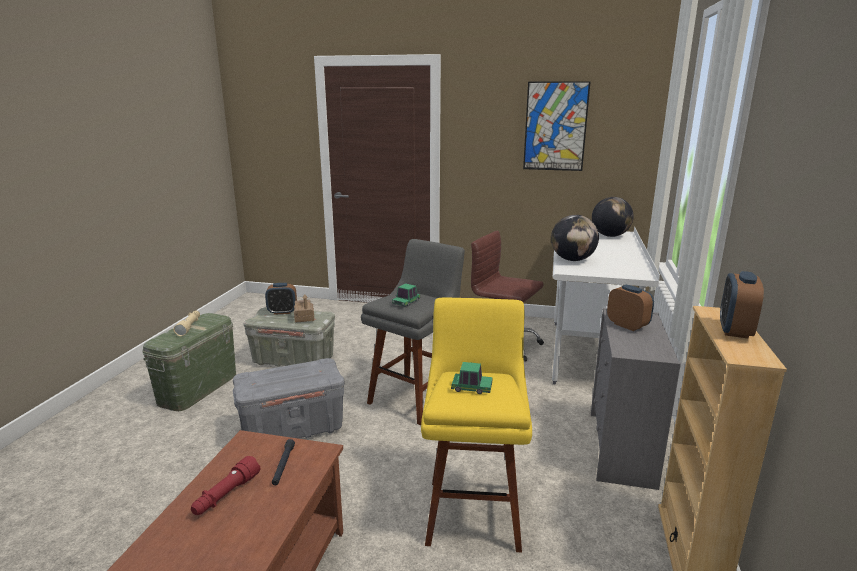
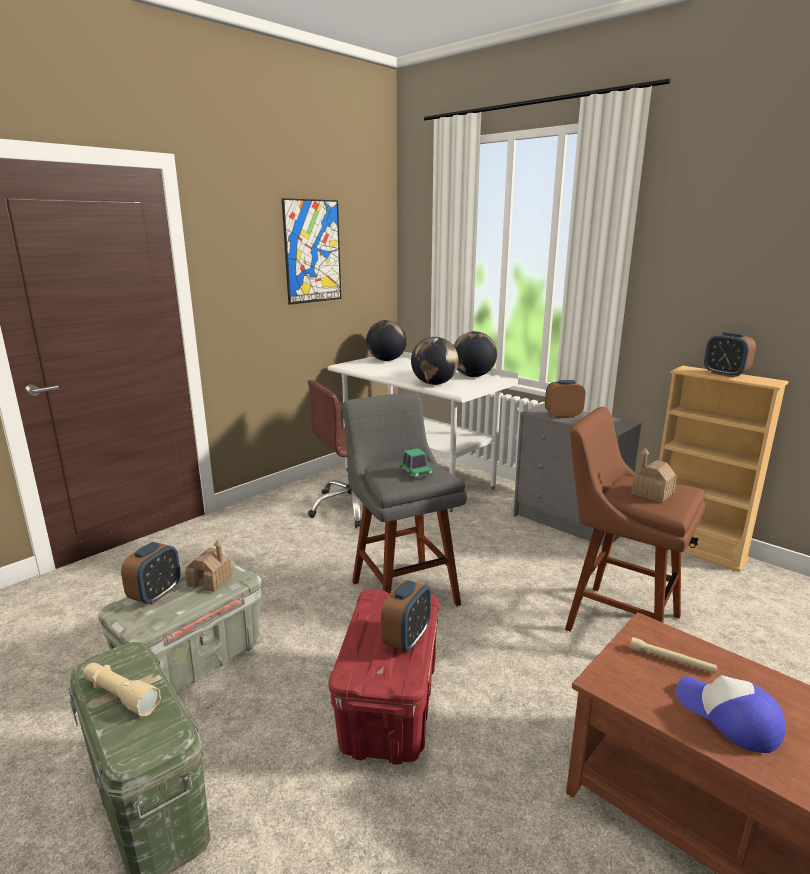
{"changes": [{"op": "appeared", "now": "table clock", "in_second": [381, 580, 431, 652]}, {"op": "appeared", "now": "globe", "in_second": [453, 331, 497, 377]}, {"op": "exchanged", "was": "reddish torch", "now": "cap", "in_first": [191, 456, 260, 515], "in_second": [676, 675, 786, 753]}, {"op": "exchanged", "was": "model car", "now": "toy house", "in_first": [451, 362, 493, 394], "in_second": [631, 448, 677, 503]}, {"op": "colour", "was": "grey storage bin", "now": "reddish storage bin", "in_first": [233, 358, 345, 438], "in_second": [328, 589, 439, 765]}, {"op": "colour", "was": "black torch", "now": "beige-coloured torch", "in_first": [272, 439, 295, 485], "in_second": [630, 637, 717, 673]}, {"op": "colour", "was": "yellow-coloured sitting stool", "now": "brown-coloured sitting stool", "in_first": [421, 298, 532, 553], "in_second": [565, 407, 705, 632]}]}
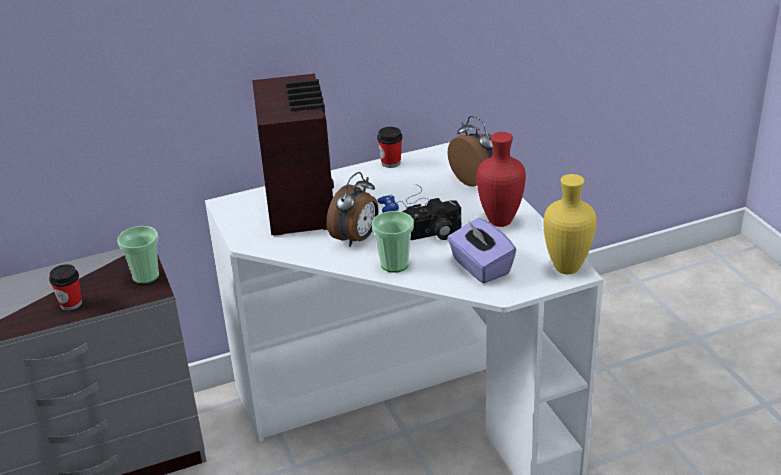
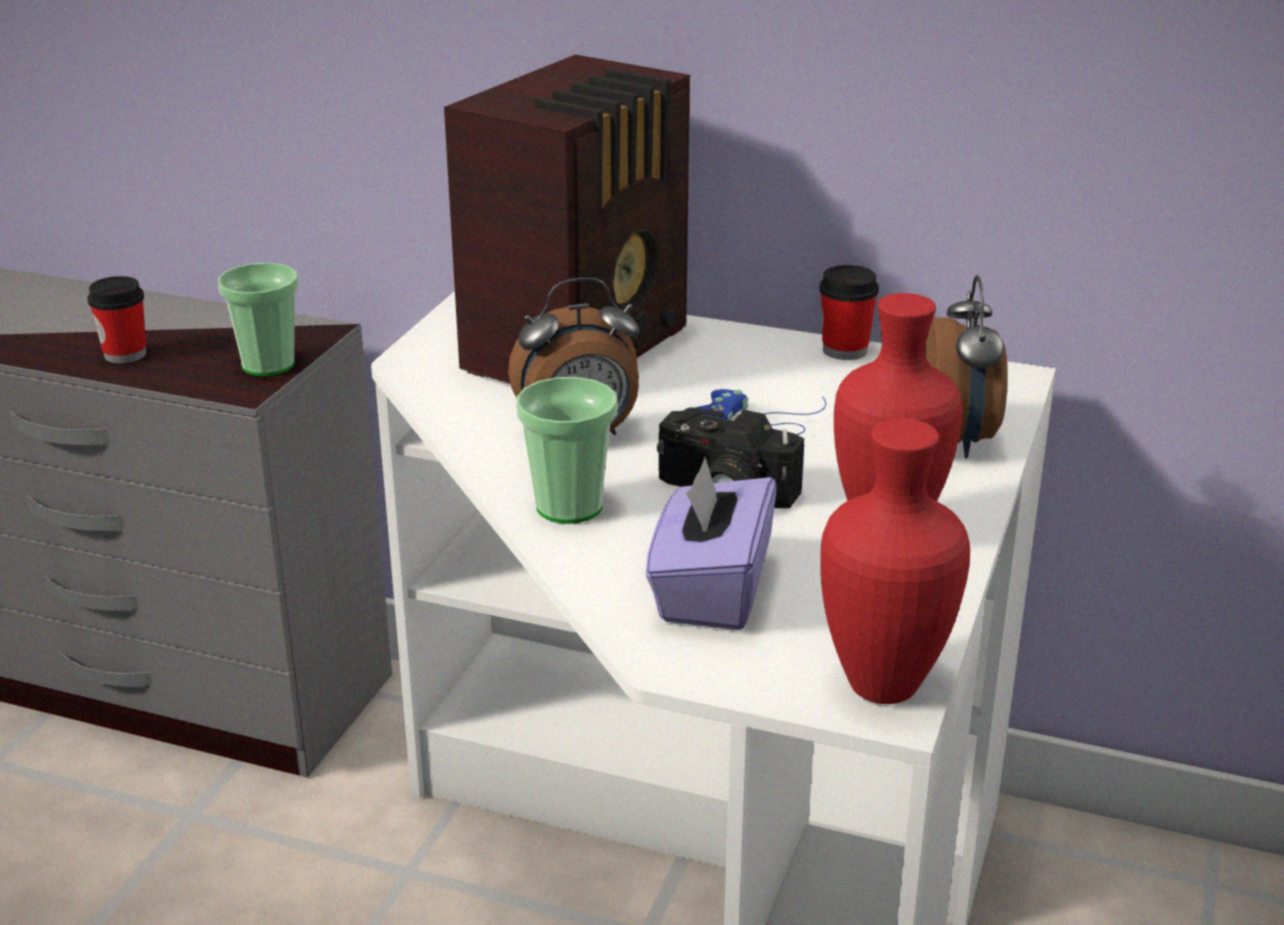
{"changes": [{"op": "colour", "was": "yellow-coloured flower vase", "now": "reddish flower vase", "in_first": [544, 174, 596, 274], "in_second": [820, 418, 970, 704]}]}
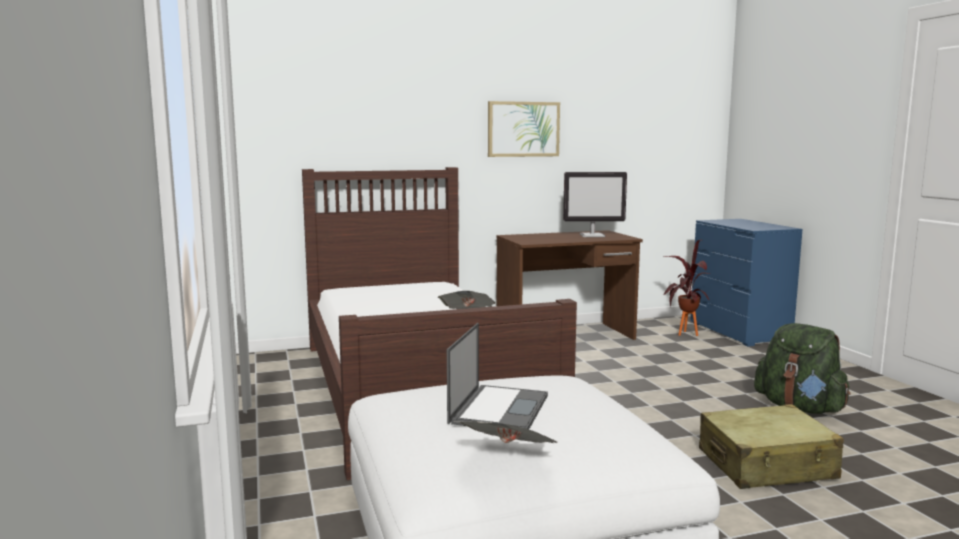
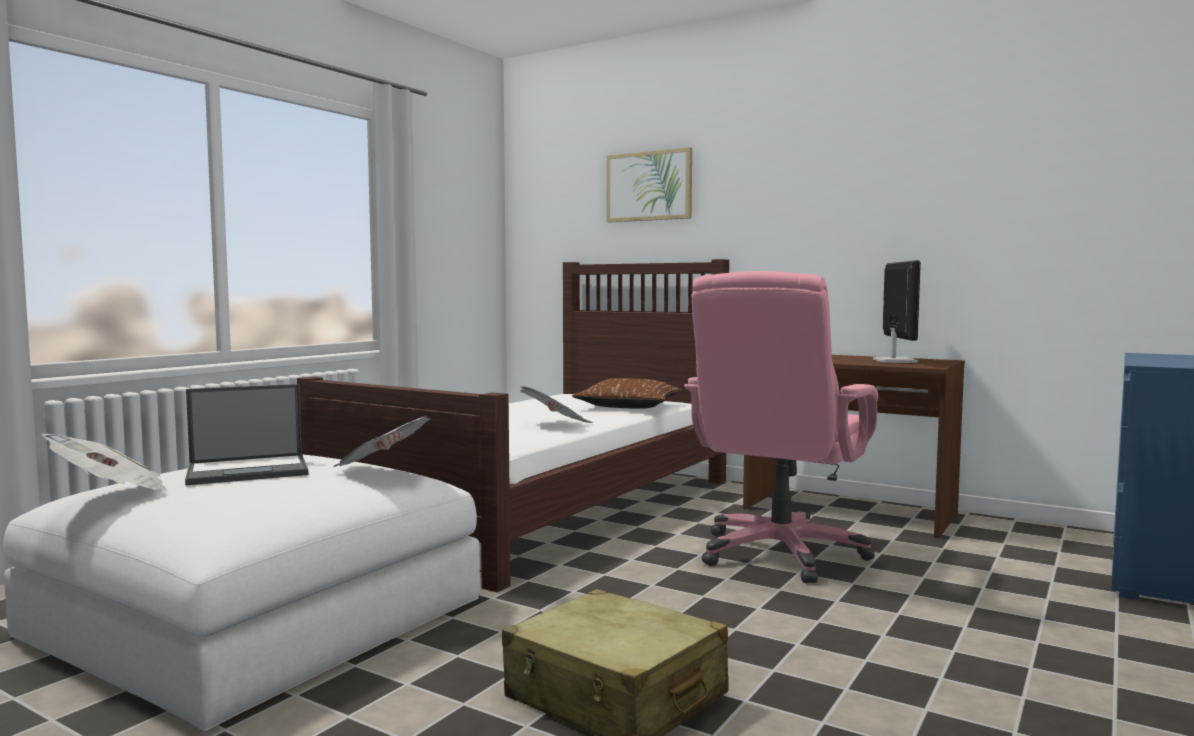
{"changes": [{"op": "missing", "was": "houseplant", "in_first": [663, 240, 710, 336]}, {"op": "missing", "was": "greenish rucksack", "in_first": [754, 323, 851, 414]}, {"op": "appeared", "now": "printed paper", "in_second": [333, 416, 430, 467]}, {"op": "appeared", "now": "brown-coloured cushion", "in_second": [572, 378, 681, 409]}, {"op": "appeared", "now": "pink-coloured computer chair", "in_second": [684, 271, 878, 583]}, {"op": "relocated", "was": "wall art", "in_first": [488, 101, 560, 157], "in_second": [607, 147, 692, 222]}, {"op": "spun", "was": "computer screen", "in_first": [563, 172, 627, 237], "in_second": [873, 260, 921, 363], "clockwise": -135}]}
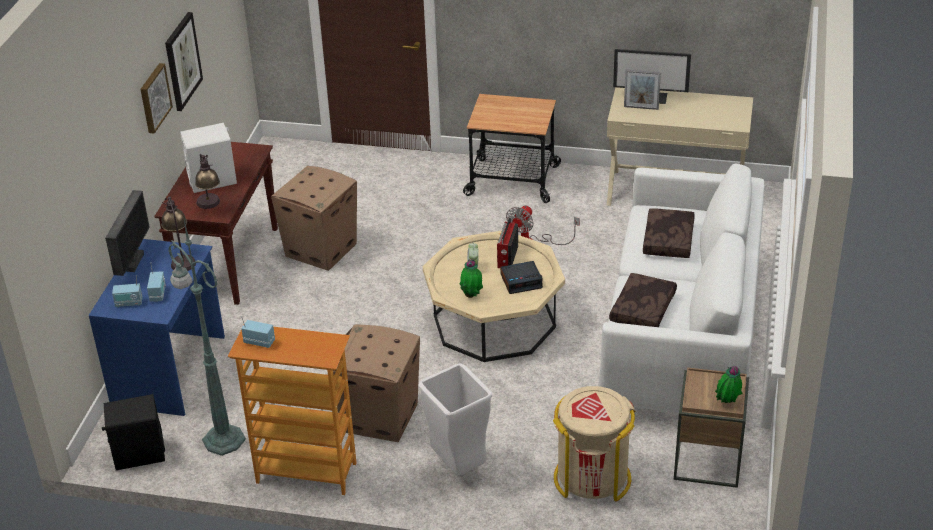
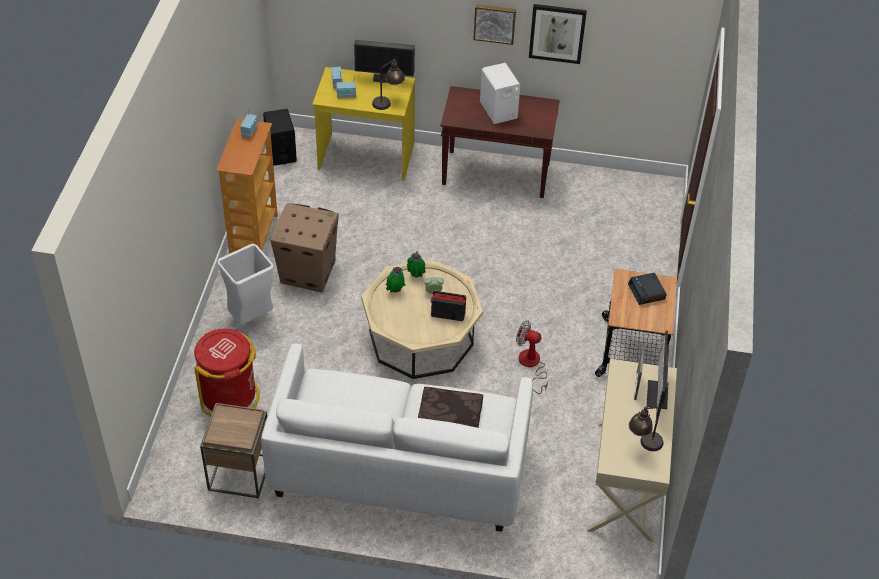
{"changes": [{"op": "missing", "was": "greenish floor lamp", "in_first": [168, 220, 246, 456]}, {"op": "missing", "was": "carton", "in_first": [271, 166, 357, 271]}, {"op": "missing", "was": "brown-coloured cushion", "in_first": [609, 273, 677, 327]}, {"op": "relocated", "was": "tabletop lamp", "in_first": [195, 154, 220, 209], "in_second": [628, 407, 664, 451]}, {"op": "relocated", "was": "table clock", "in_first": [500, 261, 543, 294], "in_second": [628, 273, 667, 305]}, {"op": "relocated", "was": "houseplant", "in_first": [715, 366, 743, 403], "in_second": [407, 251, 426, 278]}, {"op": "colour", "was": "blue-coloured desk table", "now": "yellow-coloured desk table", "in_first": [89, 239, 225, 416], "in_second": [312, 67, 415, 181]}, {"op": "colour", "was": "beige-coloured rubbish bin", "now": "reddish rubbish bin", "in_first": [553, 386, 635, 502], "in_second": [194, 328, 260, 417]}]}
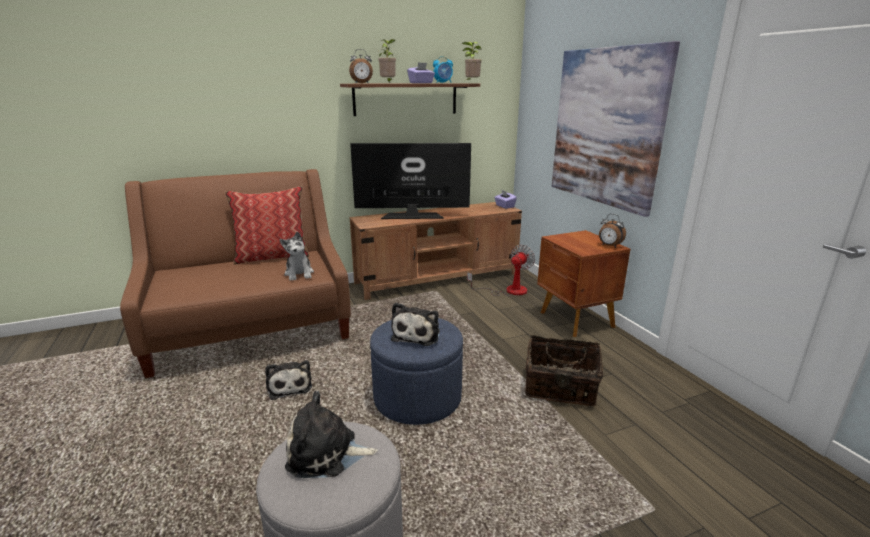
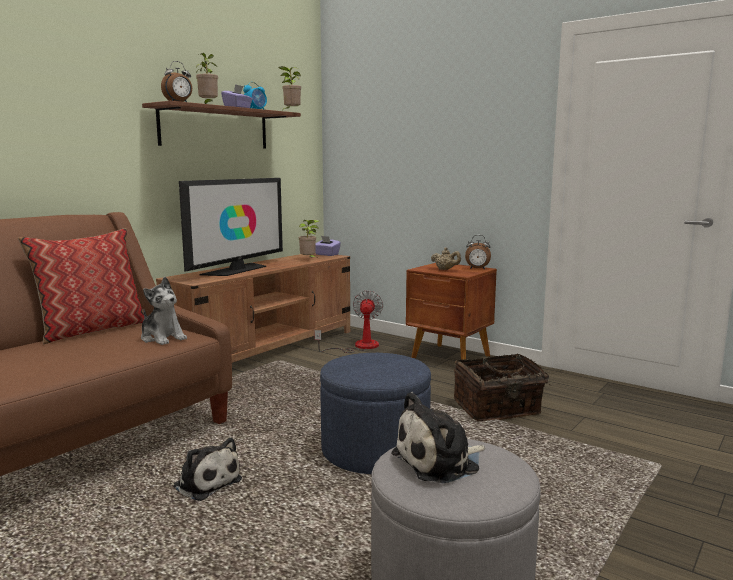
{"changes": [{"op": "missing", "was": "soft toy", "in_first": [391, 302, 440, 346]}, {"op": "missing", "was": "wall art", "in_first": [552, 41, 680, 217]}, {"op": "appeared", "now": "houseplant", "in_second": [299, 220, 319, 257]}, {"op": "appeared", "now": "beige-coloured teapot", "in_second": [431, 247, 461, 270]}, {"op": "spun", "was": "TV", "in_first": [350, 143, 471, 219], "in_second": [179, 178, 283, 276], "clockwise": 150}]}
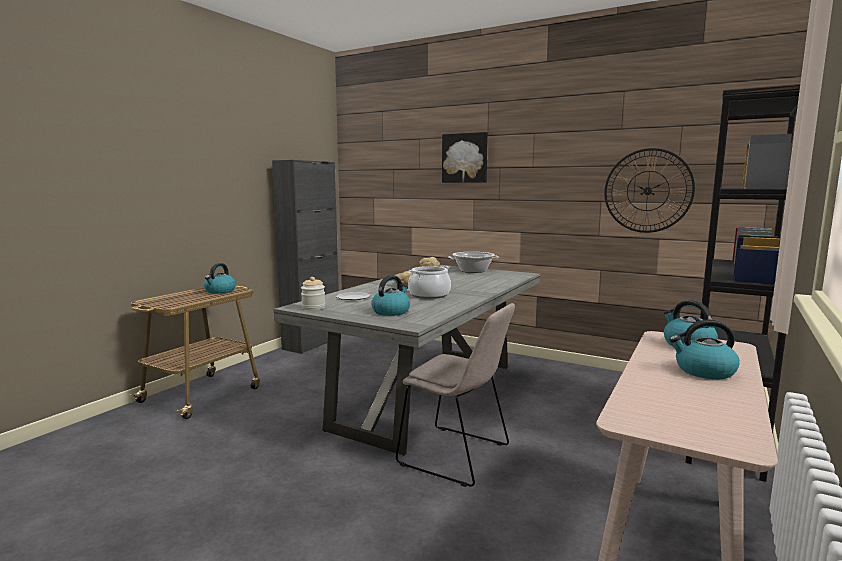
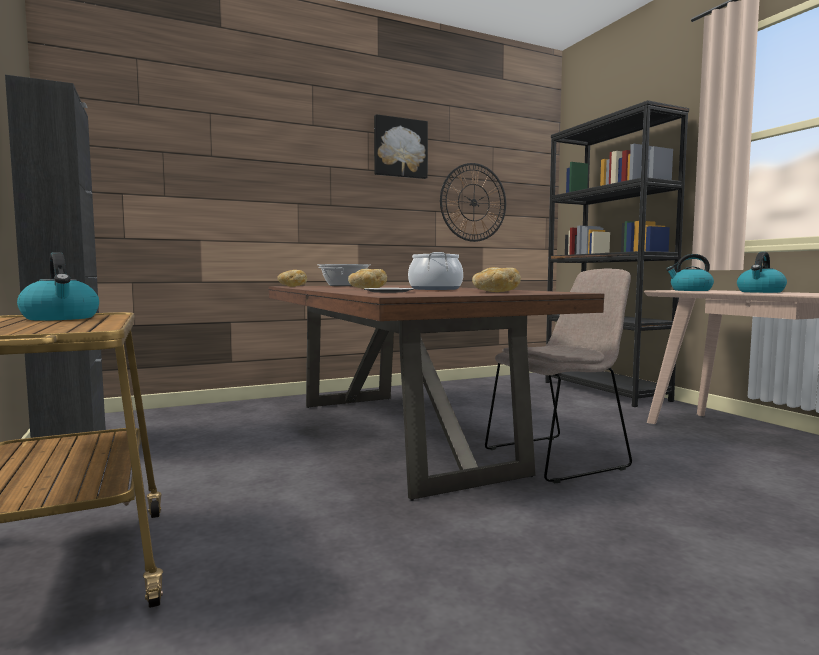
{"changes": [{"op": "missing", "was": "storage jar", "in_first": [301, 277, 325, 310]}, {"op": "relocated", "was": "wall art", "in_first": [442, 132, 488, 183], "in_second": [374, 114, 428, 179]}, {"op": "exchanged", "was": "water kettle", "now": "bakery bread", "in_first": [371, 275, 410, 316], "in_second": [472, 267, 521, 292]}, {"op": "colour", "was": "grey dining table", "now": "brown-coloured dining table", "in_first": [274, 265, 540, 456], "in_second": [269, 285, 604, 501]}]}
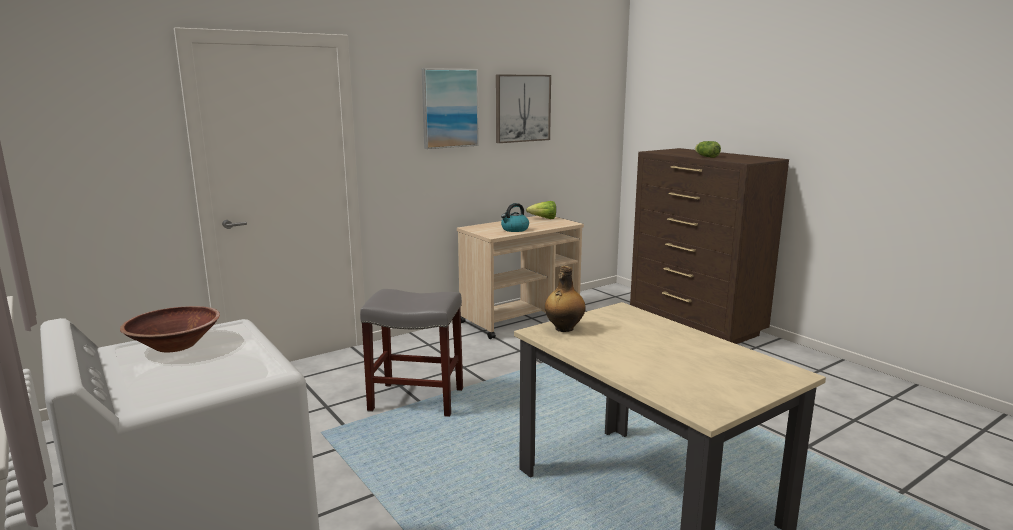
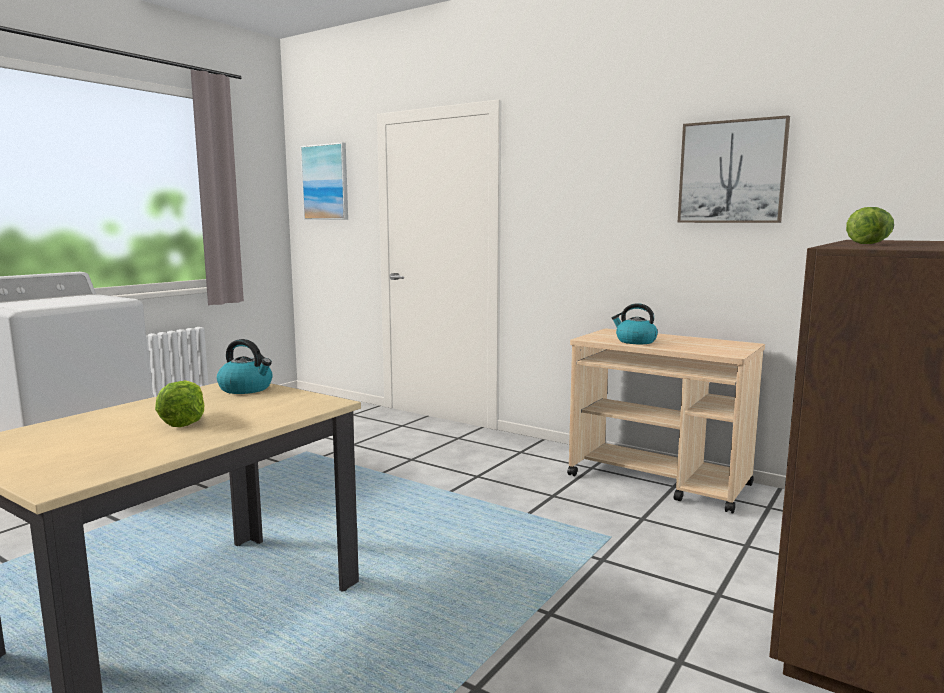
{"changes": [{"op": "missing", "was": "brown-coloured bowl", "in_first": [120, 306, 220, 352]}, {"op": "missing", "was": "grey sitting stool", "in_first": [360, 289, 463, 417]}, {"op": "relocated", "was": "wall art", "in_first": [422, 68, 479, 149], "in_second": [300, 142, 348, 220]}, {"op": "relocated", "was": "head of lettuce", "in_first": [526, 201, 556, 219], "in_second": [155, 380, 205, 427]}, {"op": "exchanged", "was": "beverage bottle", "now": "water kettle", "in_first": [545, 266, 586, 332], "in_second": [217, 339, 273, 394]}]}
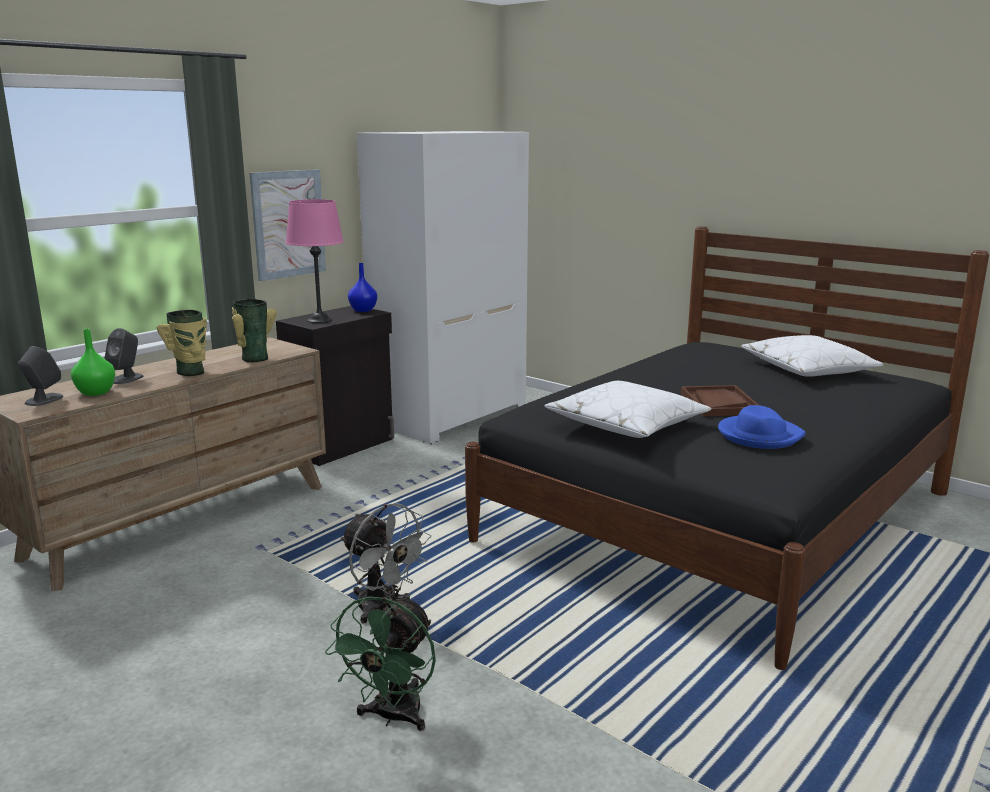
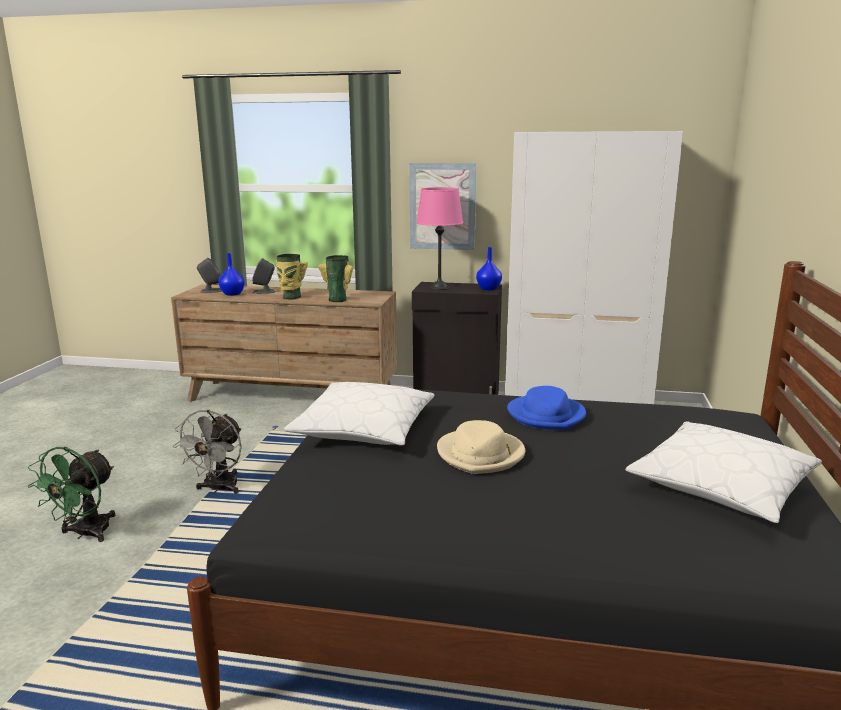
{"changes": [{"op": "relocated", "was": "blue-coloured hat", "in_first": [718, 405, 806, 449], "in_second": [507, 386, 586, 430]}, {"op": "exchanged", "was": "brown-coloured tray", "now": "beige-coloured hat", "in_first": [681, 385, 759, 417], "in_second": [437, 420, 525, 474]}, {"op": "colour", "was": "greenish flower vase", "now": "blue-coloured flower vase", "in_first": [71, 329, 115, 396], "in_second": [219, 253, 245, 296]}, {"op": "spun", "was": "greenish cooling fan", "in_first": [325, 595, 436, 731], "in_second": [28, 447, 115, 542], "clockwise": -60}]}
